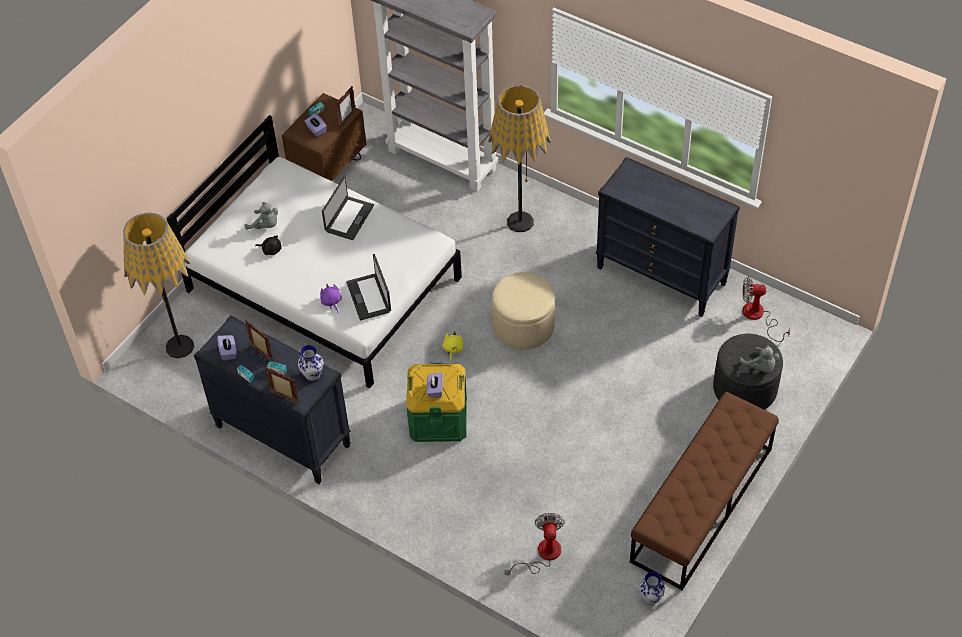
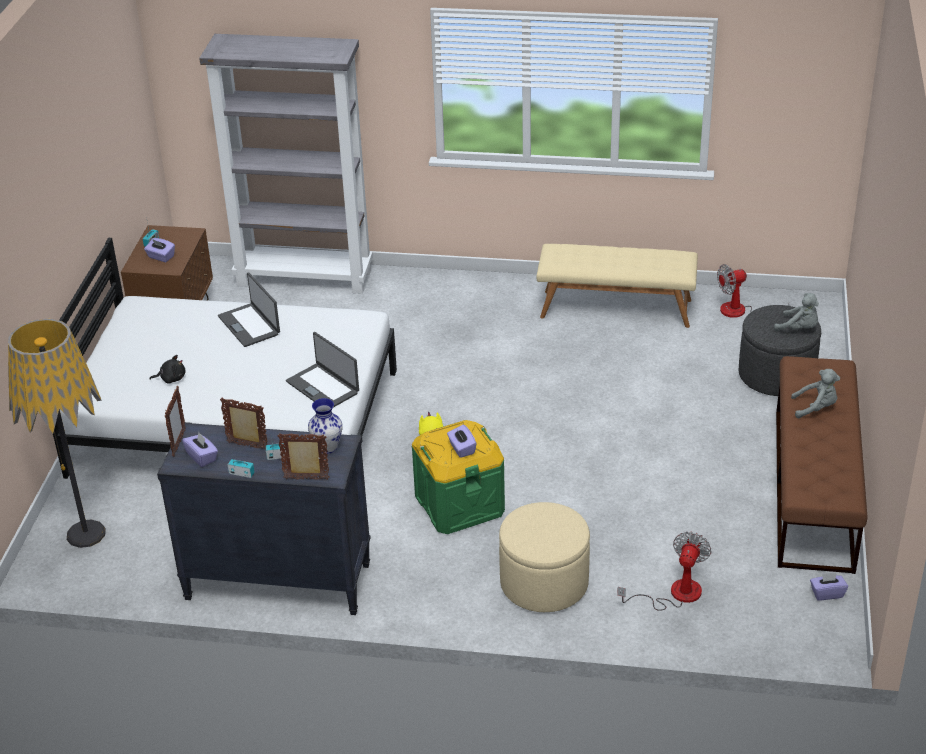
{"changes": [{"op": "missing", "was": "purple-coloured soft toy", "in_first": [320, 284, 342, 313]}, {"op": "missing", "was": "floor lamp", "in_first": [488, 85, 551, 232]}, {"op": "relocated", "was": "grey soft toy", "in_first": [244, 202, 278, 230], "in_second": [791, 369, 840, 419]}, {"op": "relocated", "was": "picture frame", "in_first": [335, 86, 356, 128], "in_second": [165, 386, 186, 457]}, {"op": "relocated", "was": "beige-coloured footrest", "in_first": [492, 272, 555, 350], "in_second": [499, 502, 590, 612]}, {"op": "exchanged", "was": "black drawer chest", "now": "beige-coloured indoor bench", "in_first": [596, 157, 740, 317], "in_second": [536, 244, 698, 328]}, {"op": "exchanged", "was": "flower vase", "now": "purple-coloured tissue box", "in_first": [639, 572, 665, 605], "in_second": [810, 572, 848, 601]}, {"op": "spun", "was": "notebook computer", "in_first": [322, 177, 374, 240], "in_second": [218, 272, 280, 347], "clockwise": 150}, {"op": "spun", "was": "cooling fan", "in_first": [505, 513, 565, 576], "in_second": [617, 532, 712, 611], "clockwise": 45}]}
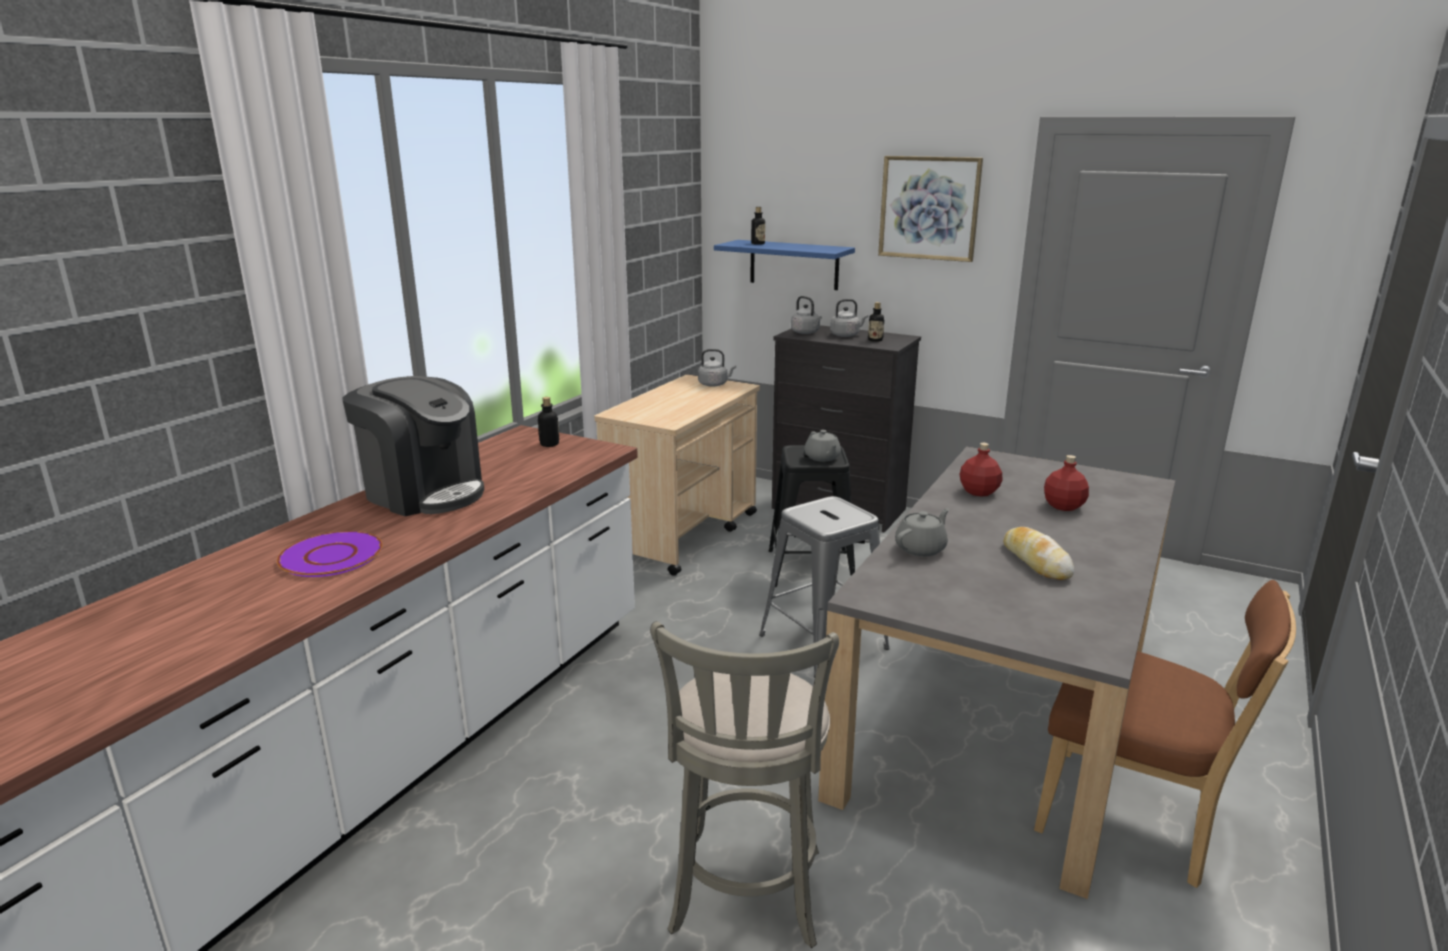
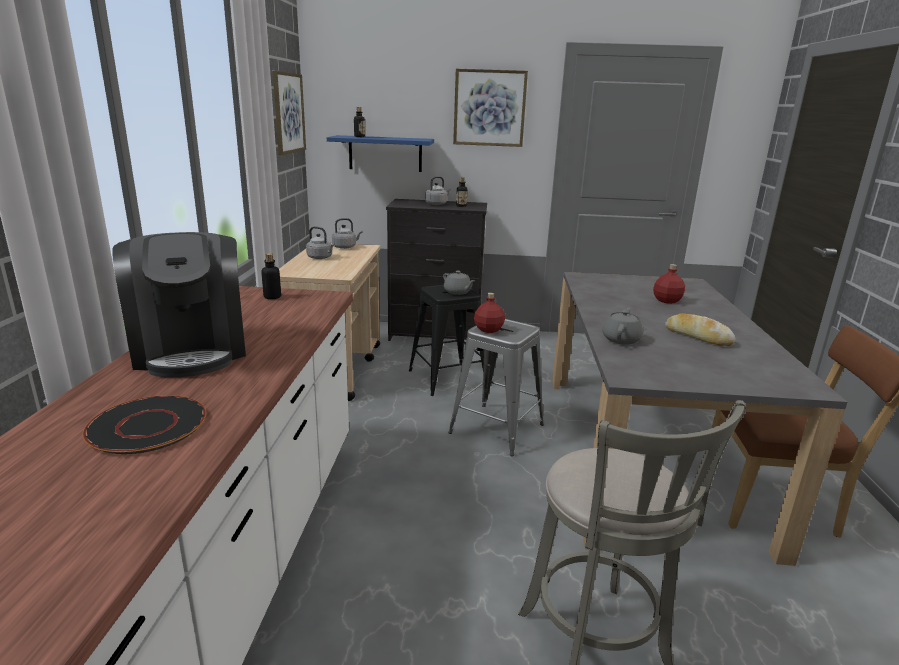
{"changes": [{"op": "appeared", "now": "wall art", "in_second": [273, 71, 306, 155]}, {"op": "relocated", "was": "grey water kettle", "in_first": [791, 296, 822, 334], "in_second": [306, 226, 335, 259]}, {"op": "relocated", "was": "reddish beverage bottle", "in_first": [959, 443, 1002, 497], "in_second": [474, 293, 505, 333]}, {"op": "colour", "was": "purple-coloured flat dish", "now": "black flat dish", "in_first": [277, 531, 383, 577], "in_second": [82, 395, 206, 454]}, {"op": "spun", "was": "coffee machine", "in_first": [343, 376, 484, 516], "in_second": [112, 232, 246, 377], "clockwise": 60}]}
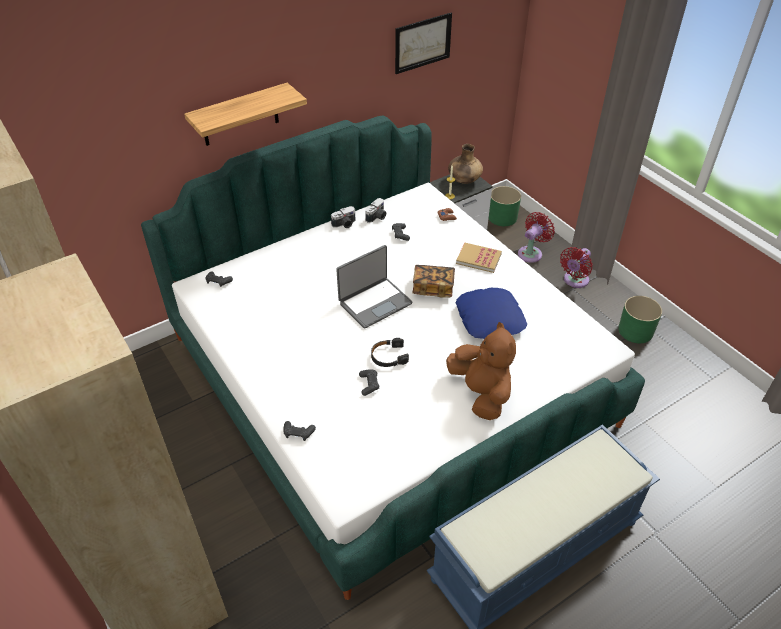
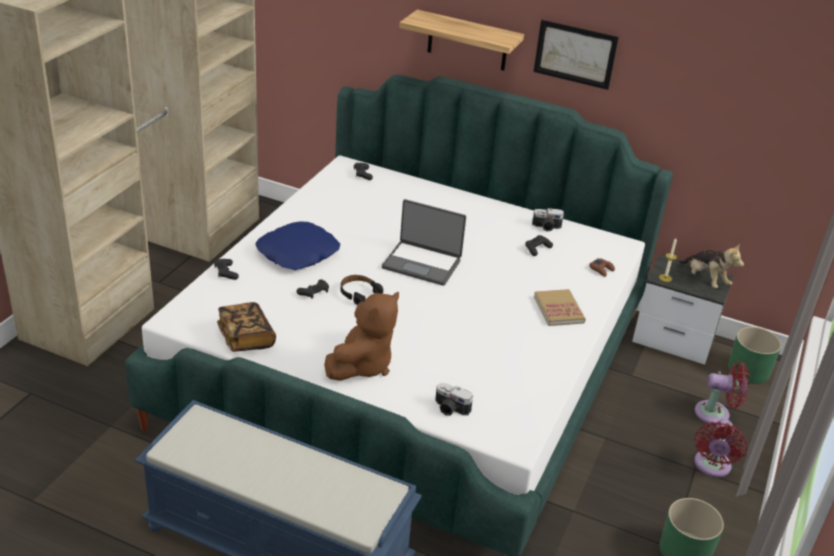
{"changes": [{"op": "relocated", "was": "still camera", "in_first": [331, 206, 355, 228], "in_second": [435, 383, 473, 416]}, {"op": "relocated", "was": "wall art", "in_first": [395, 13, 452, 74], "in_second": [534, 20, 619, 90]}, {"op": "relocated", "was": "book", "in_first": [412, 265, 455, 298], "in_second": [217, 302, 276, 352]}, {"op": "relocated", "was": "blue-coloured cushion", "in_first": [456, 288, 527, 339], "in_second": [255, 221, 340, 270]}, {"op": "exchanged", "was": "brown-coloured flower vase", "now": "soft toy", "in_first": [448, 144, 483, 184], "in_second": [678, 243, 744, 288]}, {"op": "spun", "was": "reddish cooling fan", "in_first": [560, 247, 593, 288], "in_second": [694, 419, 747, 477], "clockwise": -75}]}
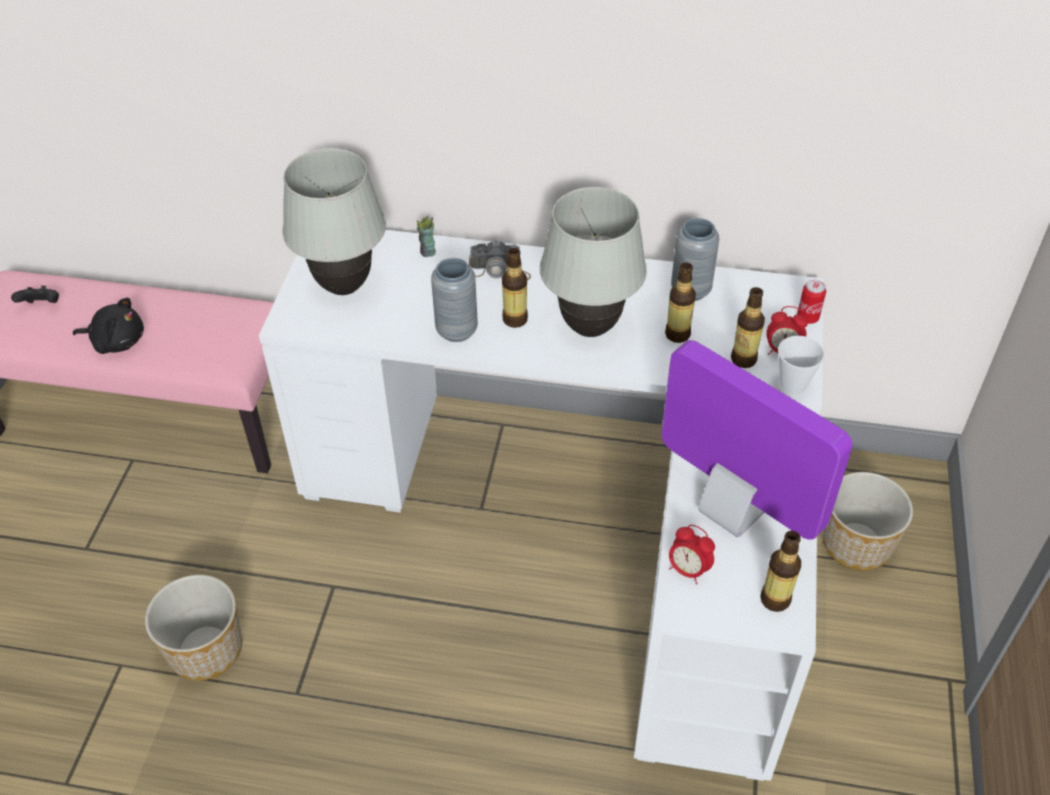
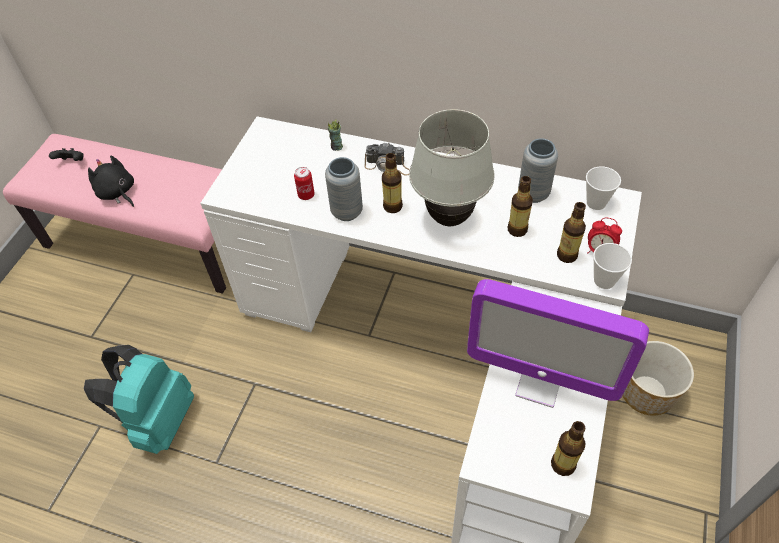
{"changes": [{"op": "missing", "was": "white-coloured tabletop lamp", "in_first": [282, 148, 386, 295]}, {"op": "missing", "was": "table clock", "in_first": [669, 525, 715, 584]}, {"op": "appeared", "now": "drinking cup", "in_second": [586, 166, 621, 210]}, {"op": "relocated", "was": "metal can", "in_first": [797, 279, 826, 324], "in_second": [294, 167, 315, 200]}, {"op": "exchanged", "was": "plant pot", "now": "blue-green rucksack", "in_first": [145, 575, 242, 681], "in_second": [84, 345, 194, 454]}, {"op": "spun", "was": "black soft toy", "in_first": [73, 298, 144, 354], "in_second": [88, 156, 134, 207], "clockwise": -150}, {"op": "spun", "was": "computer screen", "in_first": [661, 340, 853, 540], "in_second": [467, 279, 649, 408], "clockwise": 150}]}
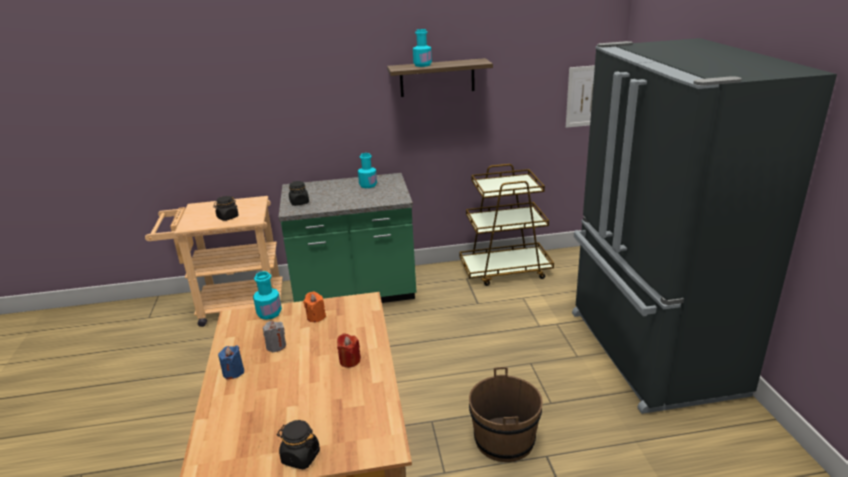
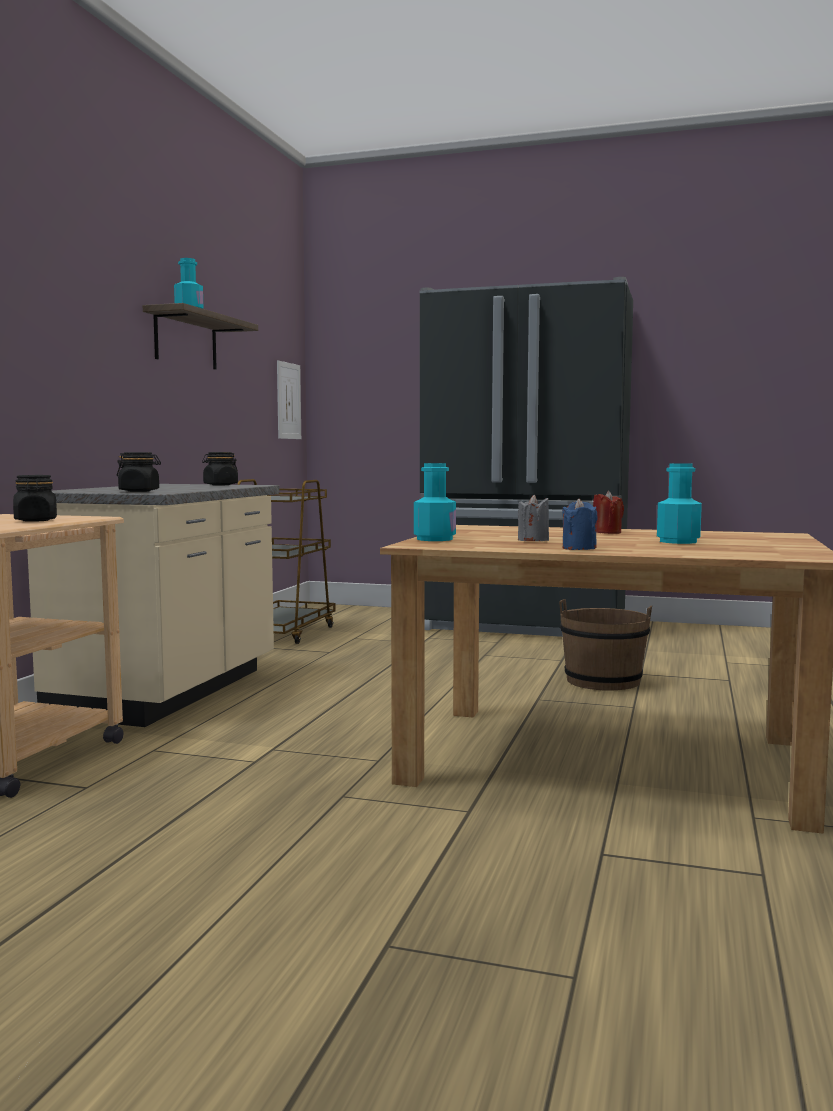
{"changes": [{"op": "missing", "was": "orange wax light", "in_first": [303, 292, 326, 322]}, {"op": "relocated", "was": "black storage jar", "in_first": [277, 420, 320, 469], "in_second": [202, 452, 238, 485]}, {"op": "relocated", "was": "blue-green beverage bottle", "in_first": [358, 153, 377, 188], "in_second": [657, 463, 702, 544]}, {"op": "colour", "was": "greenish counter", "now": "beige-coloured counter", "in_first": [278, 173, 416, 303], "in_second": [27, 484, 279, 727]}]}
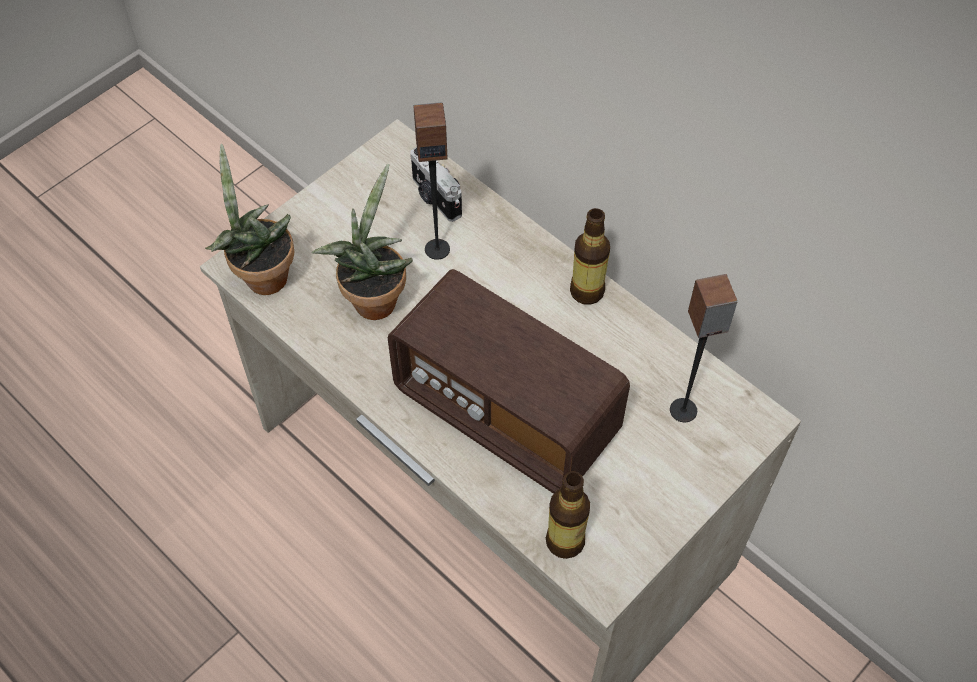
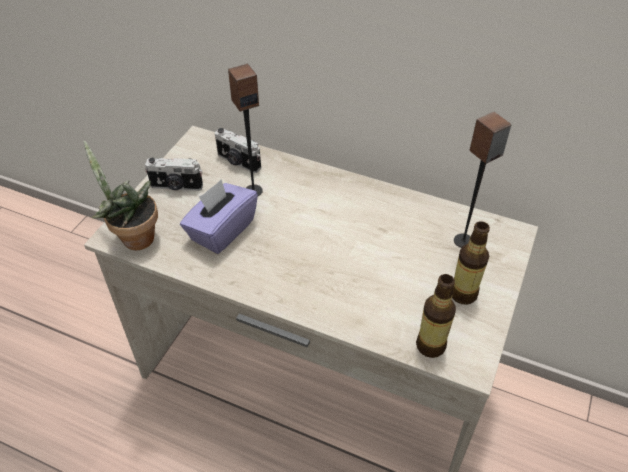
{"changes": [{"op": "missing", "was": "radio", "in_first": [388, 269, 630, 494]}, {"op": "appeared", "now": "still camera", "in_second": [145, 158, 203, 191]}, {"op": "relocated", "was": "beverage bottle", "in_first": [570, 208, 610, 305], "in_second": [452, 221, 490, 305]}, {"op": "exchanged", "was": "houseplant", "now": "purple-coloured tissue box", "in_first": [312, 164, 413, 320], "in_second": [180, 179, 258, 254]}]}
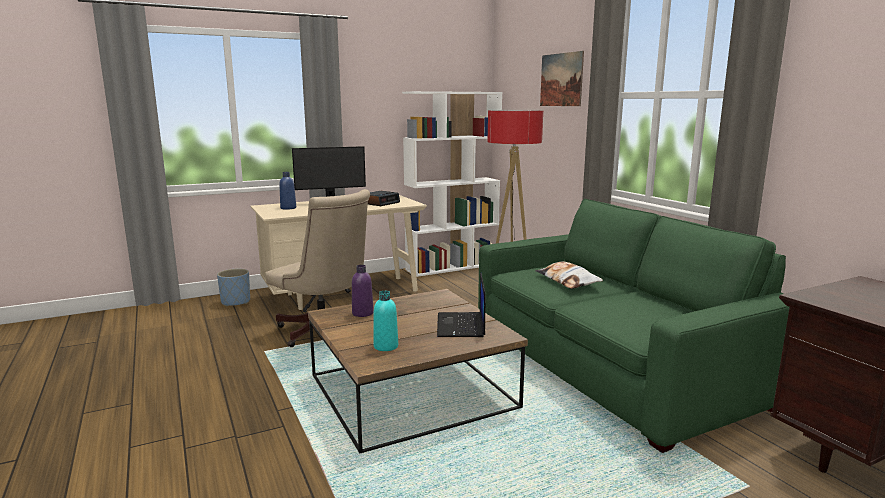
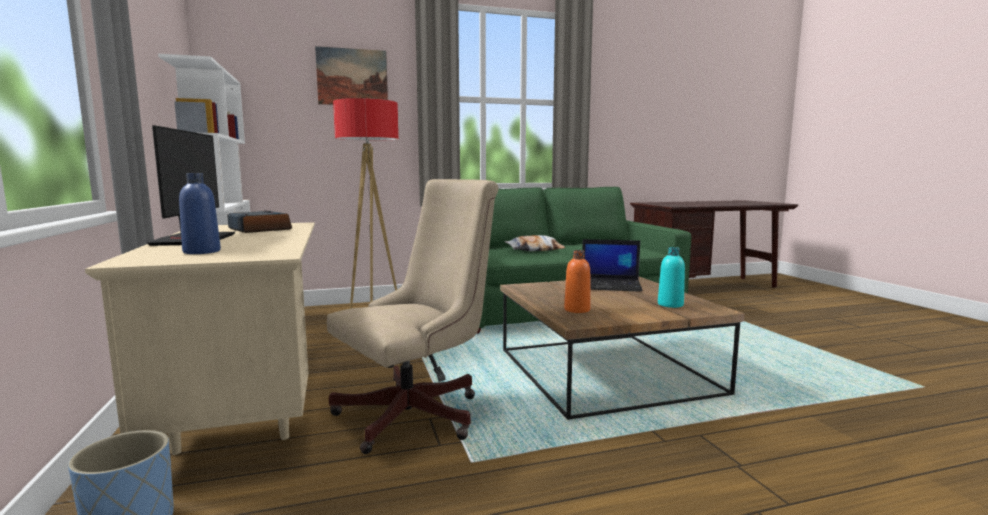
{"changes": [{"op": "colour", "was": "purple-coloured beverage bottle", "now": "orange beverage bottle", "in_first": [352, 265, 374, 317], "in_second": [564, 250, 591, 313]}]}
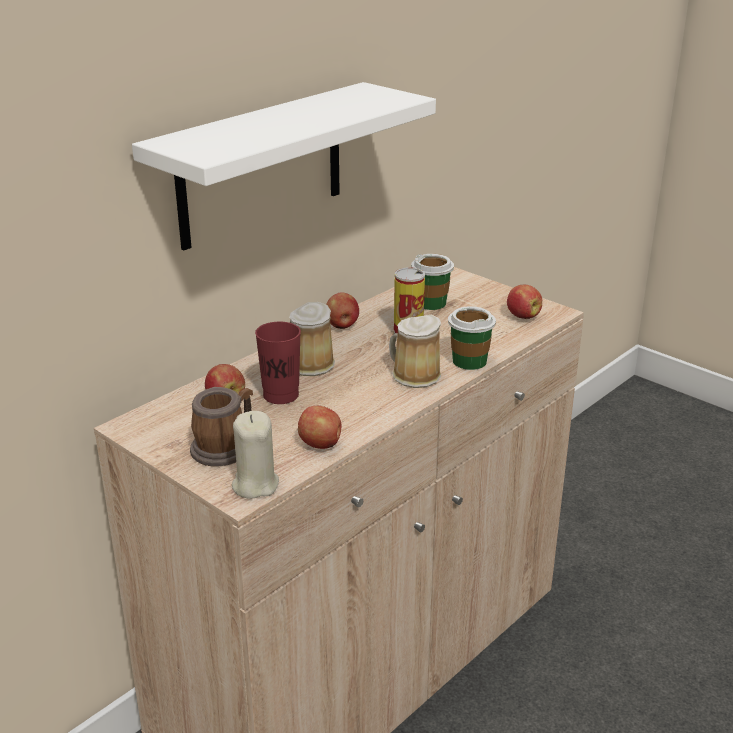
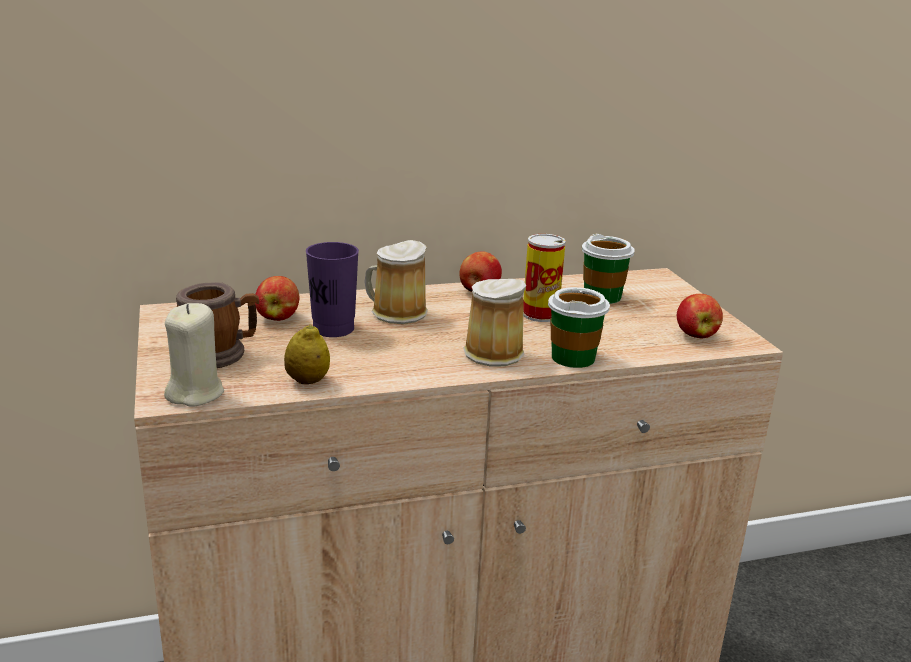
{"changes": [{"op": "missing", "was": "white-coloured wall shelf", "in_first": [132, 82, 436, 250]}, {"op": "exchanged", "was": "whole apple", "now": "whole lemon", "in_first": [298, 406, 342, 449], "in_second": [284, 324, 330, 384]}, {"op": "colour", "was": "reddish drinking cup", "now": "purple-coloured drinking cup", "in_first": [255, 322, 301, 404], "in_second": [306, 242, 359, 337]}]}
